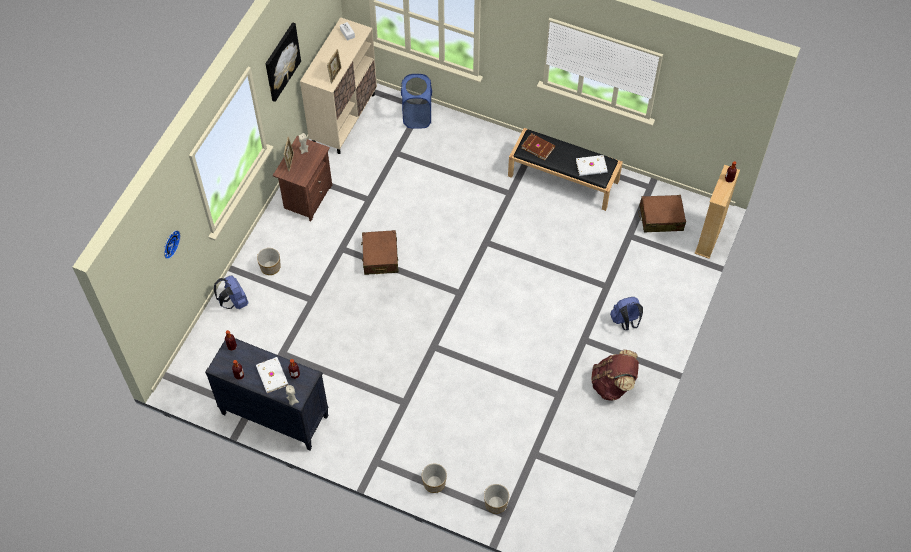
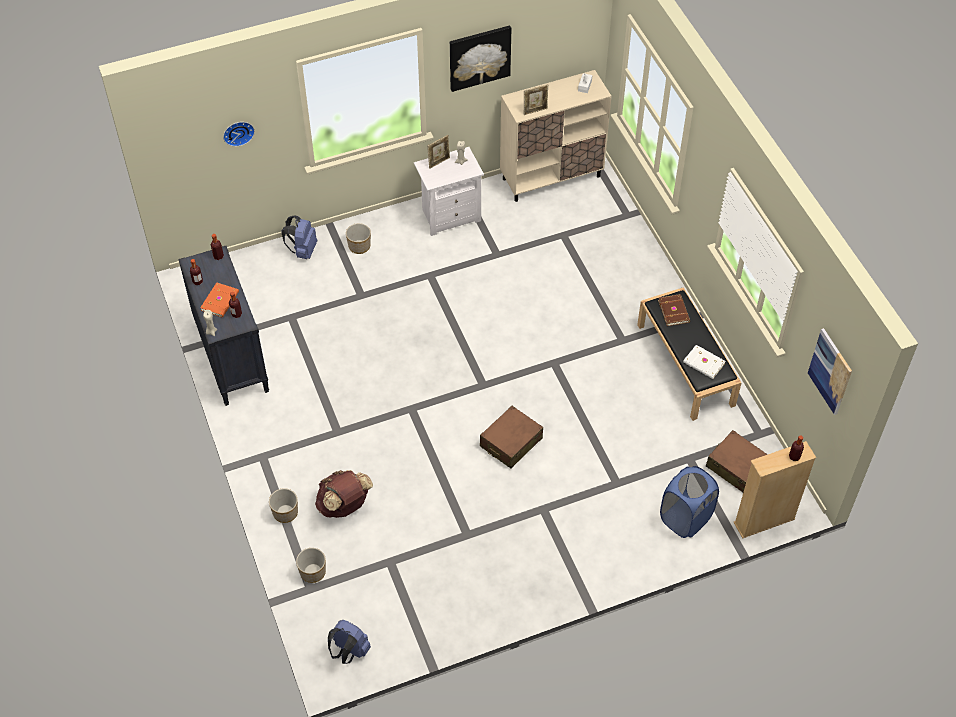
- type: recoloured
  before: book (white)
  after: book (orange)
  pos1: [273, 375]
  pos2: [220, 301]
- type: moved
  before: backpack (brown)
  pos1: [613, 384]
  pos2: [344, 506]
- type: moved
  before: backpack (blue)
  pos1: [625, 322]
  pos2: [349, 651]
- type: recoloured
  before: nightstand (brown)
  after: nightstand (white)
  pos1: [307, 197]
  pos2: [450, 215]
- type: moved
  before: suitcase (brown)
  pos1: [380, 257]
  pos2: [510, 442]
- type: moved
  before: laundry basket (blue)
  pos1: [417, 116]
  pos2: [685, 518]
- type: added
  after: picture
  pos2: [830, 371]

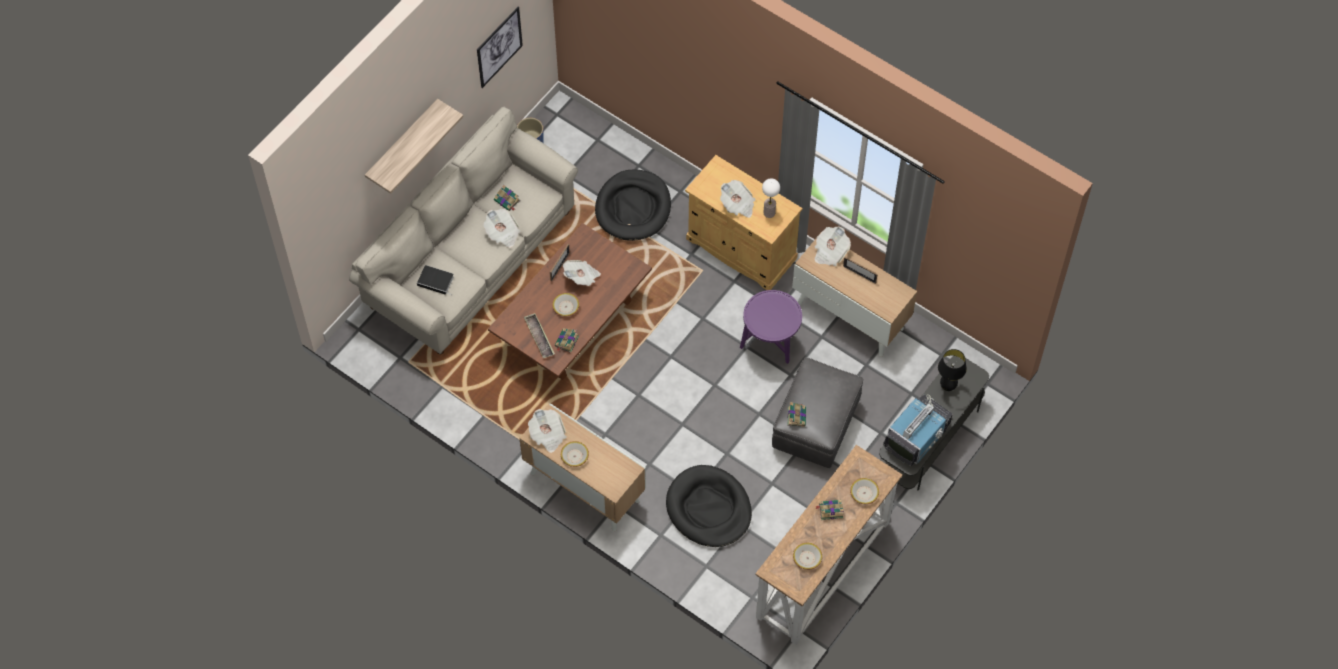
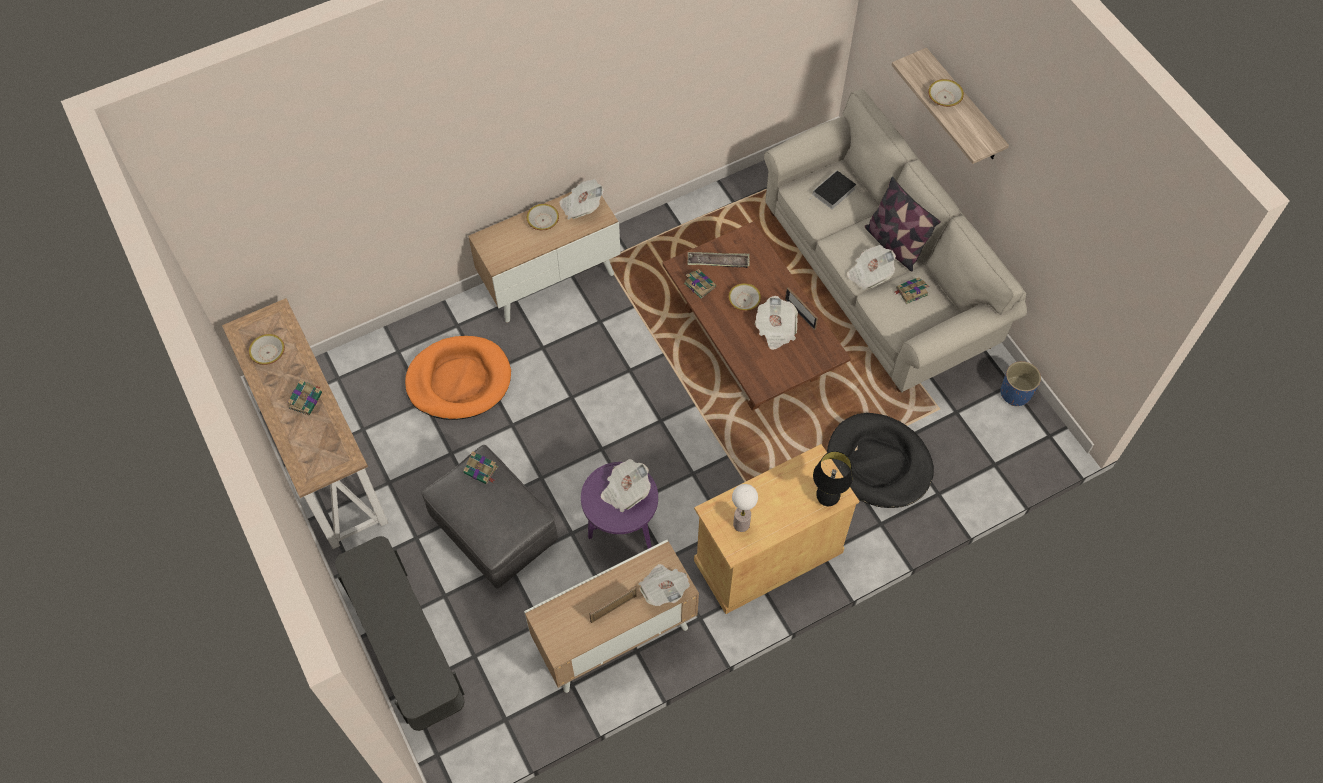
- type: recoloured
  before: dog bed (black)
  after: dog bed (orange)
  pos1: [708, 508]
  pos2: [459, 380]
- type: moved
  before: newspaper
  pos1: [737, 205]
  pos2: [625, 491]
- type: moved
  before: table lamp (black)
  pos1: [948, 387]
  pos2: [827, 500]
- type: added
  after: pillow
  pos2: [894, 244]
- type: moved
  before: bowl
  pos1: [864, 493]
  pos2: [944, 97]
- type: removed
  before: picture
  pos1: [499, 47]
- type: removed
  before: television
  pos1: [917, 436]

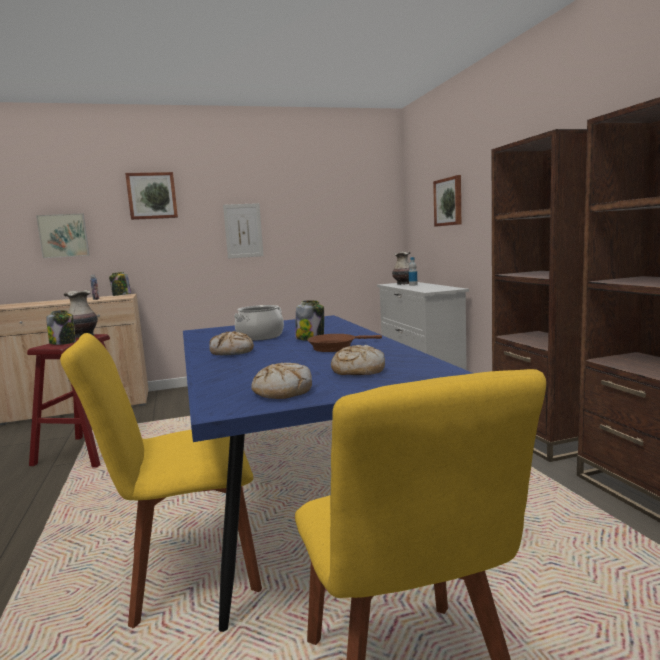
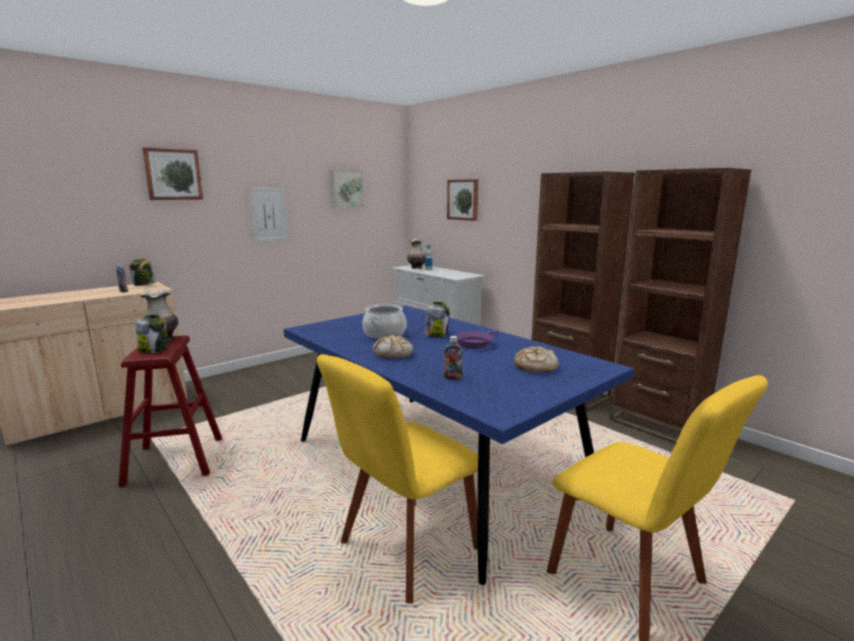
- type: moved
  before: picture
  pos1: [63, 235]
  pos2: [346, 189]
- type: added
  after: bottle
  pos2: [452, 377]
- type: recoloured
  before: frying pan (brown)
  after: frying pan (purple)
  pos1: [335, 347]
  pos2: [475, 343]
- type: removed
  before: bread
  pos1: [283, 391]

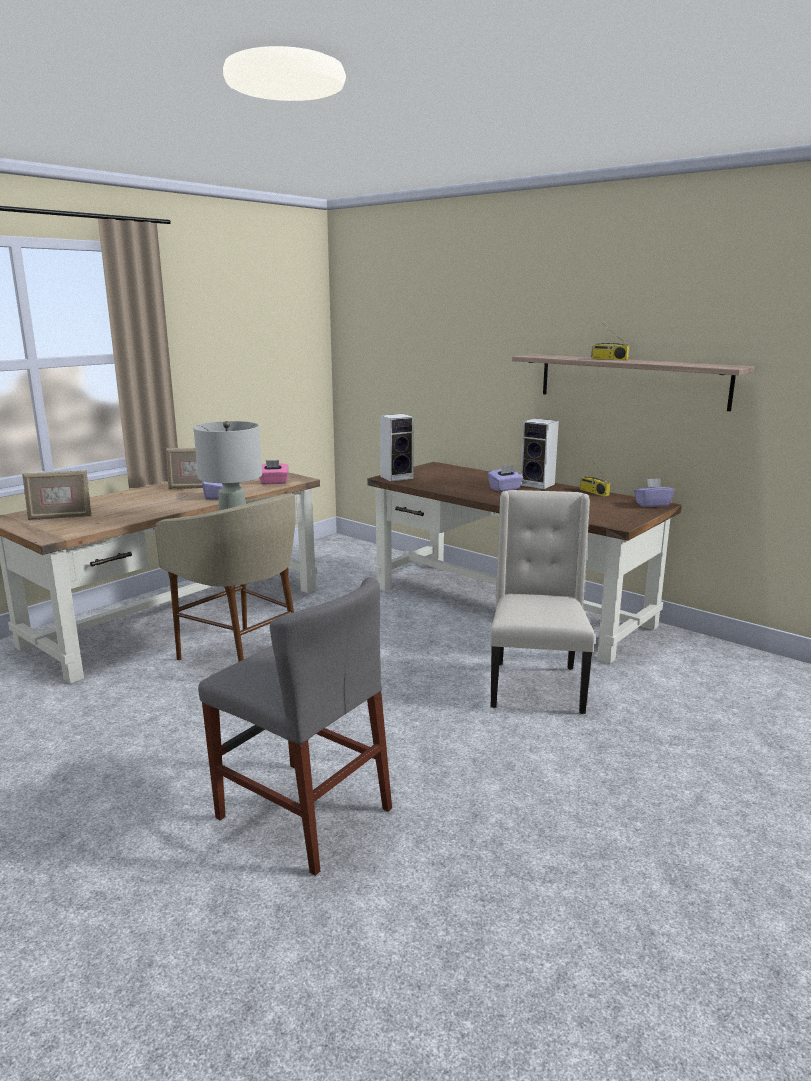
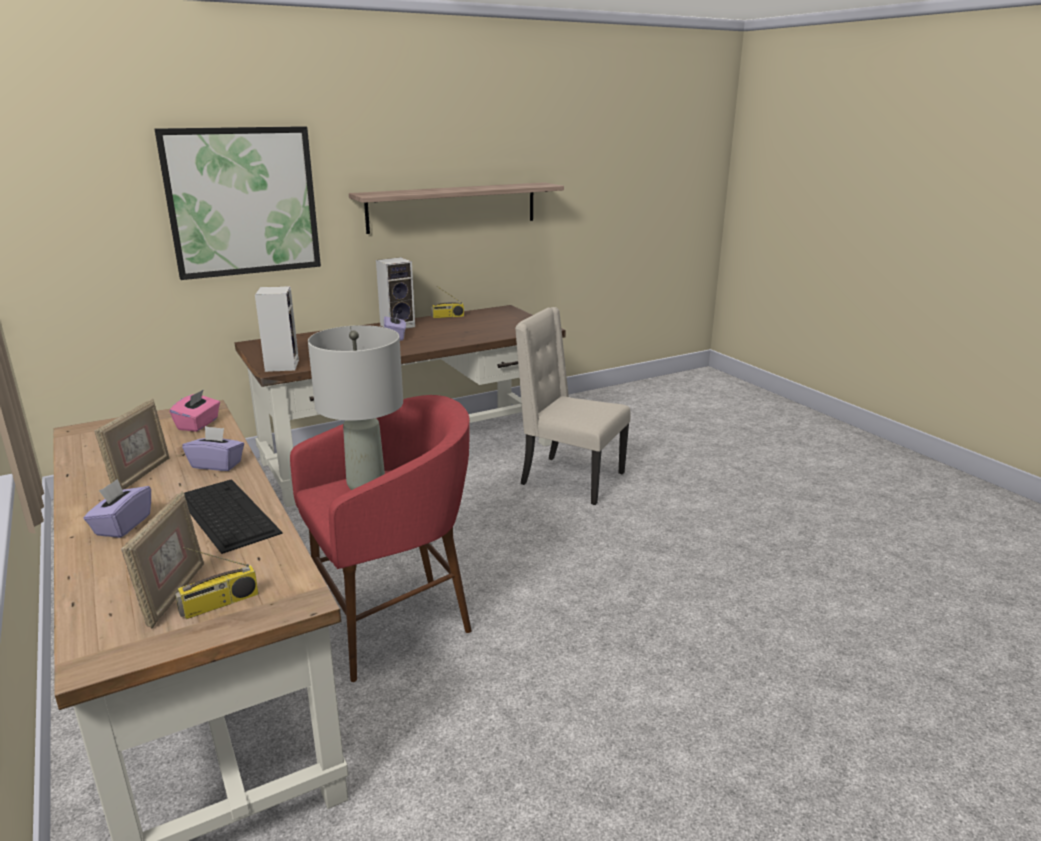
- type: moved
  before: tissue box (purple)
  pos1: [652, 504]
  pos2: [122, 525]
- type: added
  after: picture
  pos2: [242, 202]
- type: moved
  before: radio
  pos1: [608, 359]
  pos2: [219, 604]
- type: added
  after: keyboard
  pos2: [226, 513]
- type: recoloured
  before: stool (beige)
  after: stool (red)
  pos1: [242, 658]
  pos2: [395, 626]
- type: removed
  before: chair (grey)
  pos1: [303, 813]

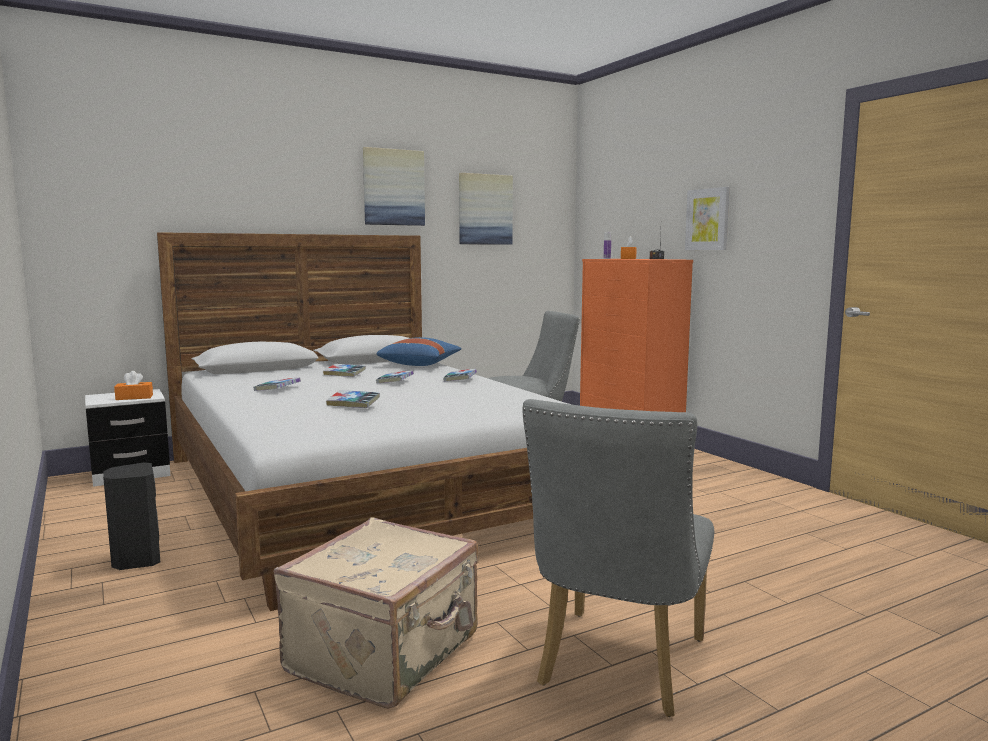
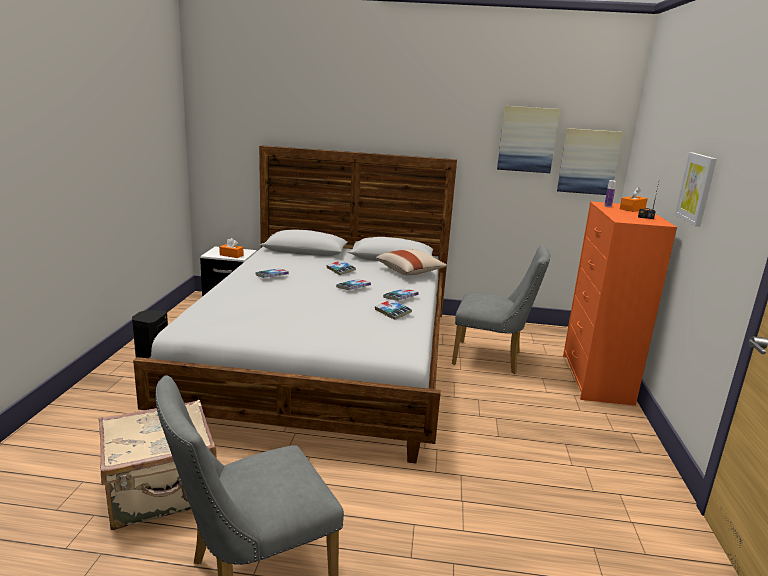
- type: moved
  before: book
  pos1: [353, 404]
  pos2: [392, 312]
- type: recoloured
  before: pillow (blue)
  after: pillow (beige)
  pos1: [420, 364]
  pos2: [410, 272]
- type: moved
  before: picture
  pos1: [393, 187]
  pos2: [588, 161]

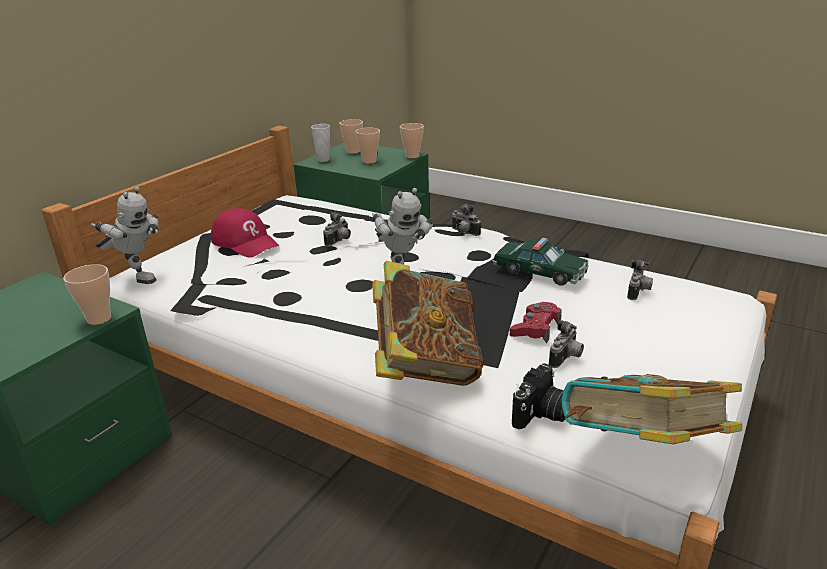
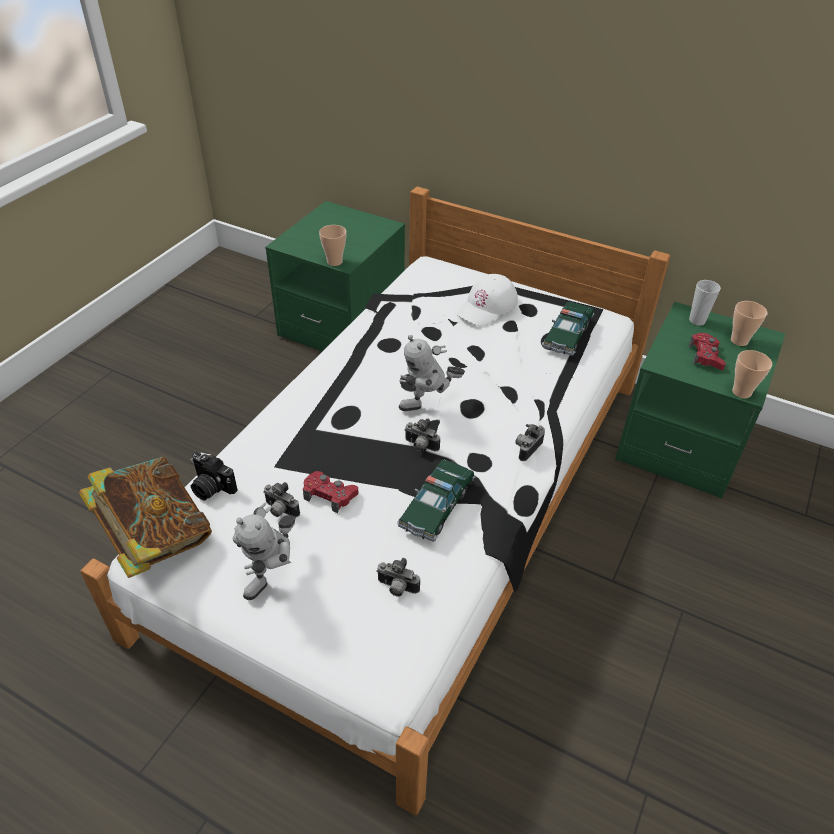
- type: moved
  before: toy robot
  pos1: [138, 276]
  pos2: [273, 576]
- type: moved
  before: photo camera
  pos1: [339, 241]
  pos2: [420, 446]
- type: recoloured
  before: cap (red)
  after: cap (white)
  pos1: [245, 242]
  pos2: [487, 307]
- type: added
  after: toy car
  pos2: [567, 335]
- type: replaced
  before: cup
  after: game controller (red)
  pos1: [369, 161]
  pos2: [705, 356]
- type: removed
  before: book
  pos1: [425, 365]

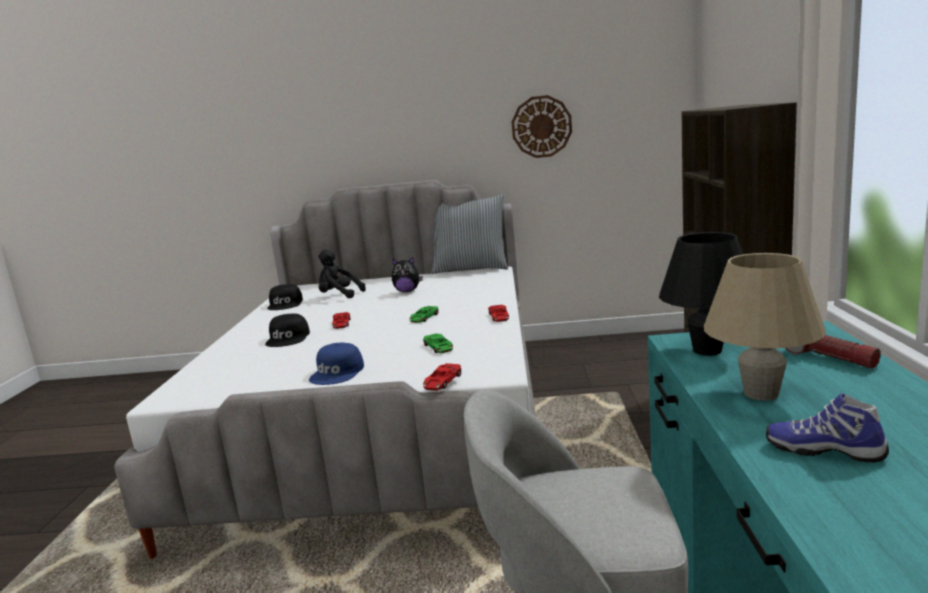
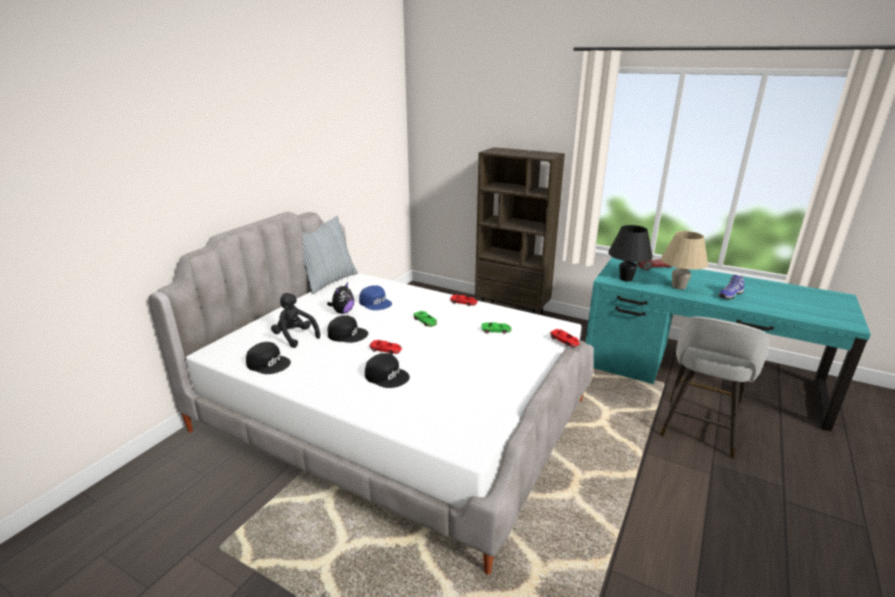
- type: turned
  before: plush toy (black)
  pos1: [339, 296]
  pos2: [295, 337]
  turn: 90
- type: added
  after: cap (black)
  pos2: [347, 334]
- type: moved
  before: cap (blue)
  pos1: [338, 373]
  pos2: [375, 302]
- type: removed
  before: wall clock
  pos1: [541, 126]

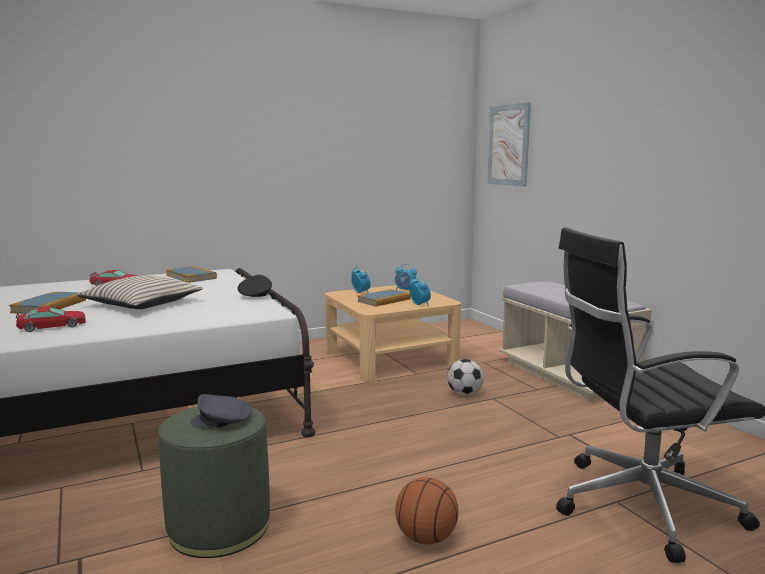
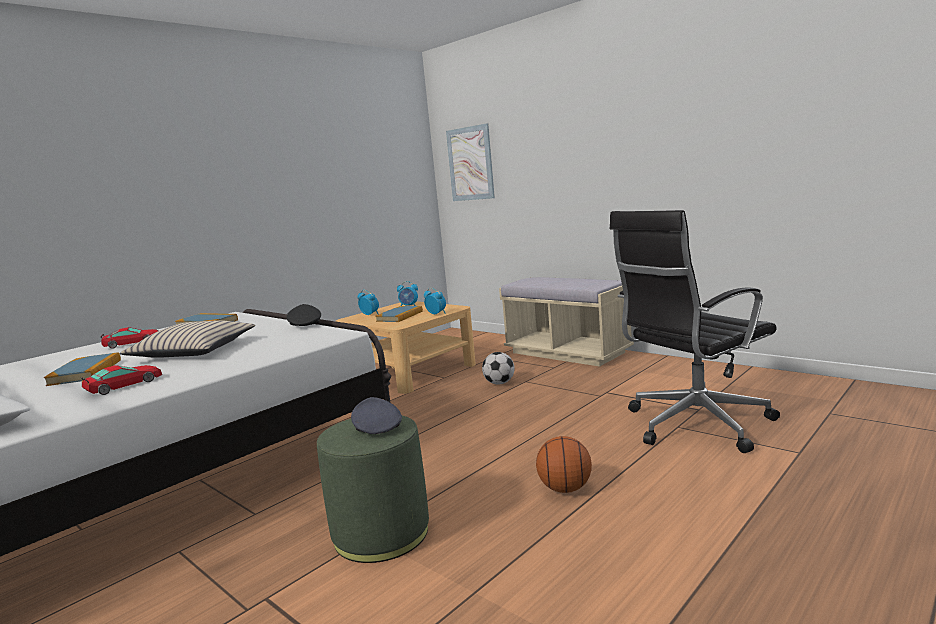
- type: turned
  before: cap (grey)
  pos1: [222, 421]
  pos2: [377, 428]
  turn: 90

